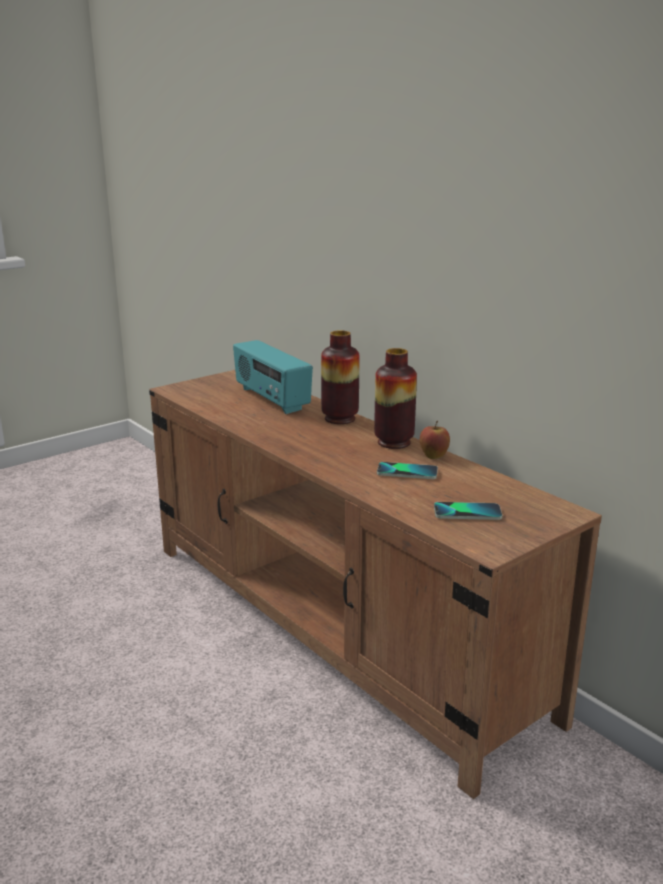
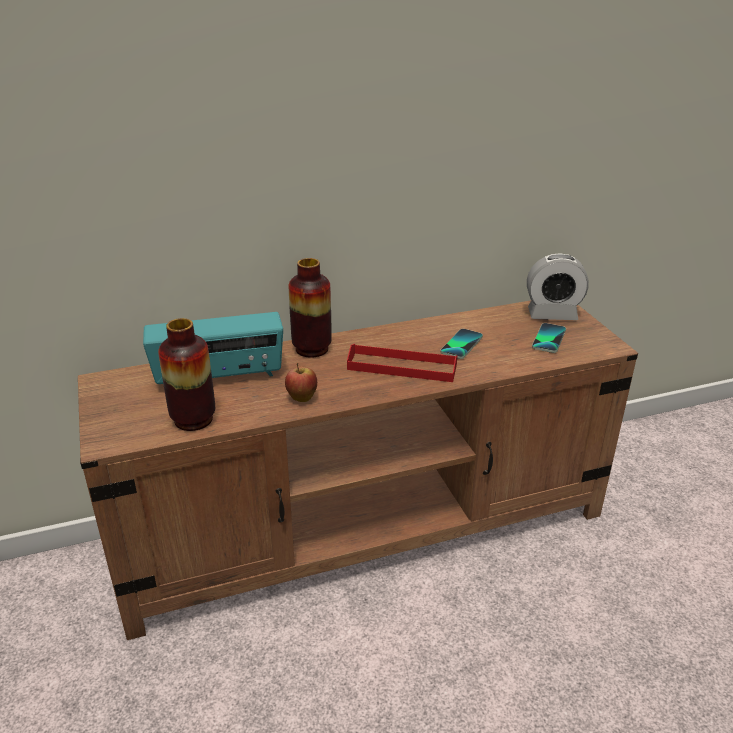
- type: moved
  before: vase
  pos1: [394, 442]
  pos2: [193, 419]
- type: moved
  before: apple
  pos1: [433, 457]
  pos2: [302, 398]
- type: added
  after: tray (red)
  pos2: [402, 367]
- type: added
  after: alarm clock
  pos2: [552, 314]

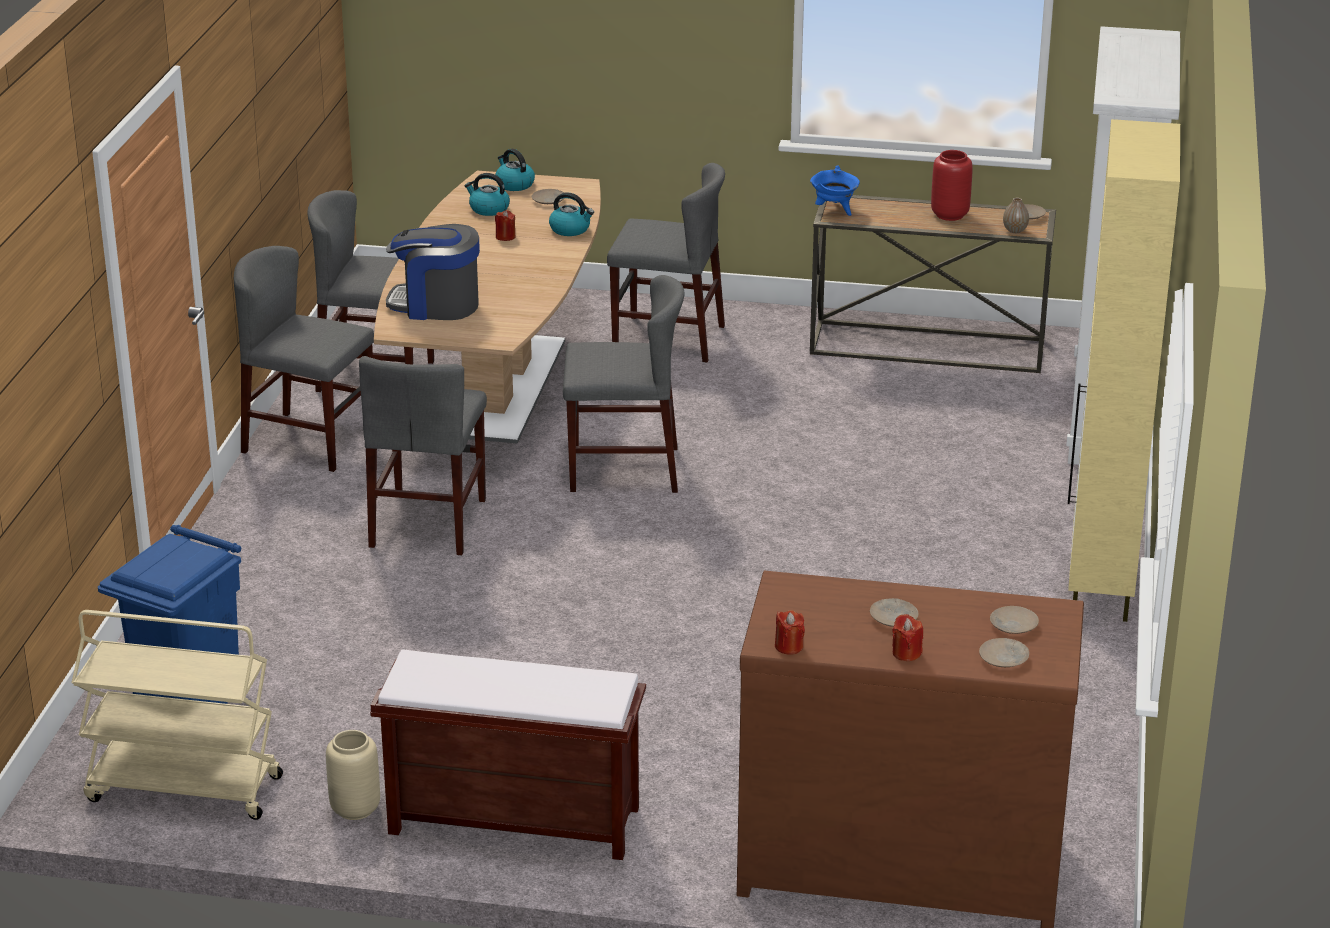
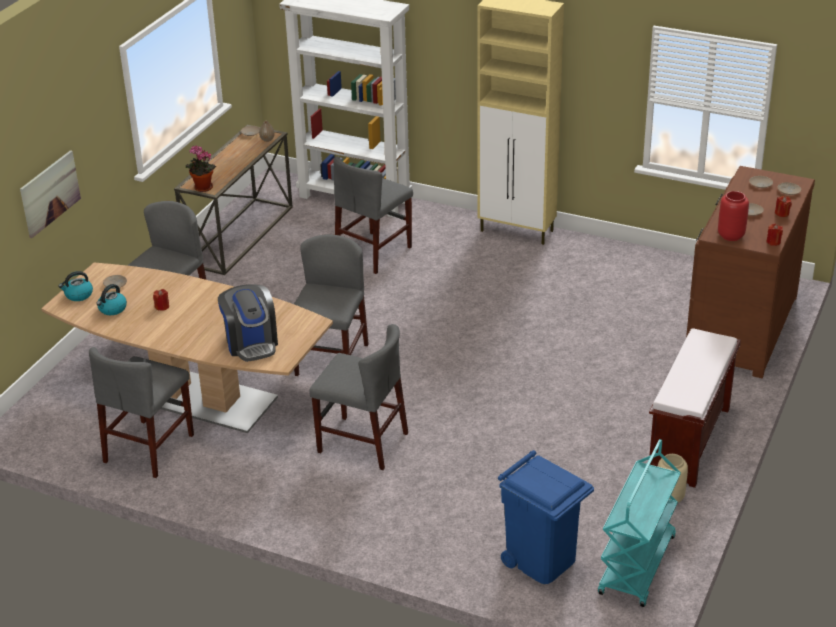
- type: added
  after: picture
  pos2: [50, 193]
- type: replaced
  before: cooking pot (blue)
  after: potted plant
  pos1: [834, 210]
  pos2: [202, 188]
- type: turned
  before: coffee machine
  pos1: [436, 305]
  pos2: [251, 343]
  turn: -45
- type: moved
  before: chair (grey)
  pos1: [309, 442]
  pos2: [373, 252]
- type: recoloured
  before: cart (beige)
  after: cart (turquoise)
  pos1: [182, 789]
  pos2: [637, 566]
- type: moved
  before: vase (red)
  pos1: [950, 215]
  pos2: [730, 235]
- type: removed
  before: kettle
  pos1: [570, 229]

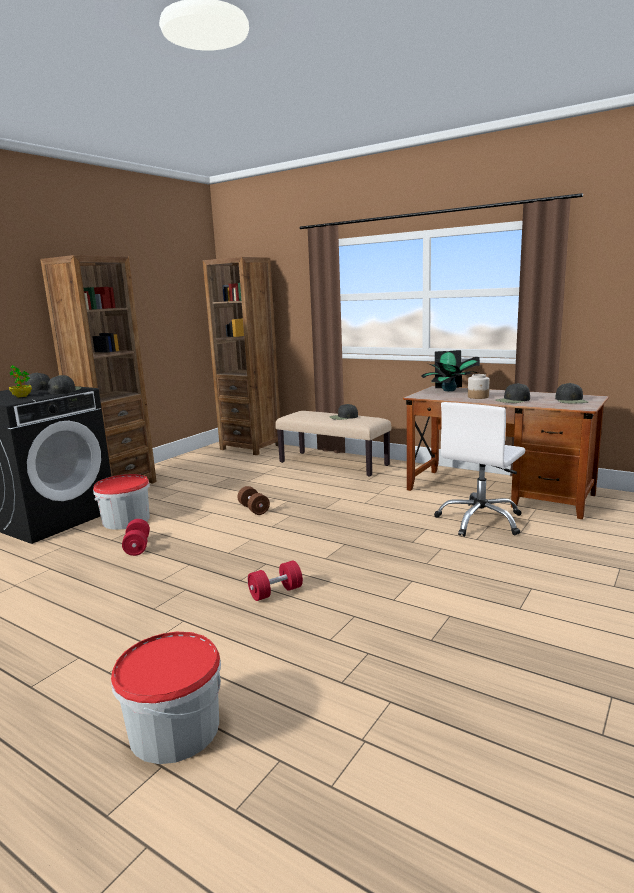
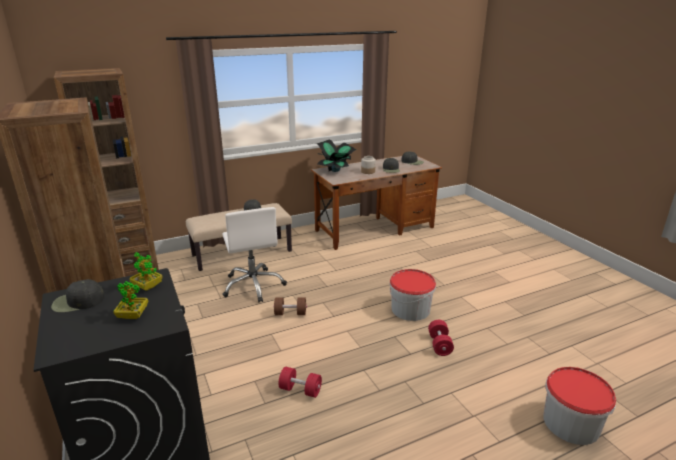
- type: replaced
  before: cap (black)
  after: potted plant
  pos1: [64, 390]
  pos2: [147, 286]
- type: moved
  before: office chair (white)
  pos1: [480, 521]
  pos2: [254, 285]
- type: moved
  before: bucket
  pos1: [126, 520]
  pos2: [410, 309]

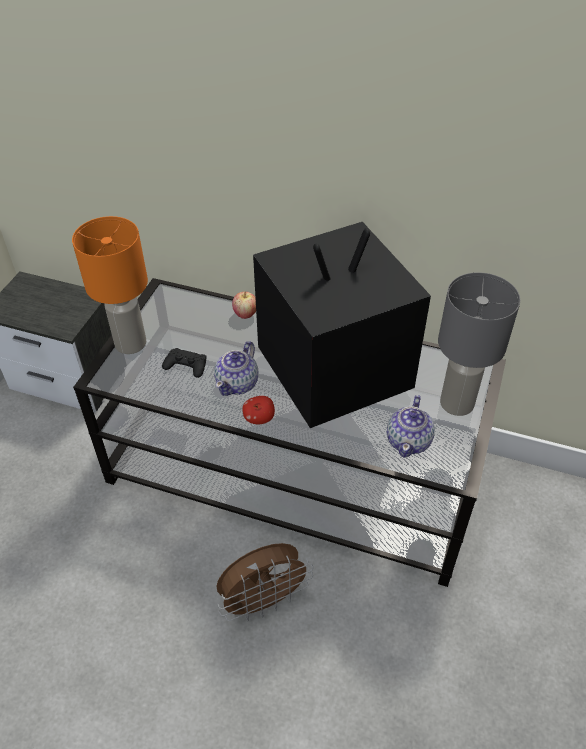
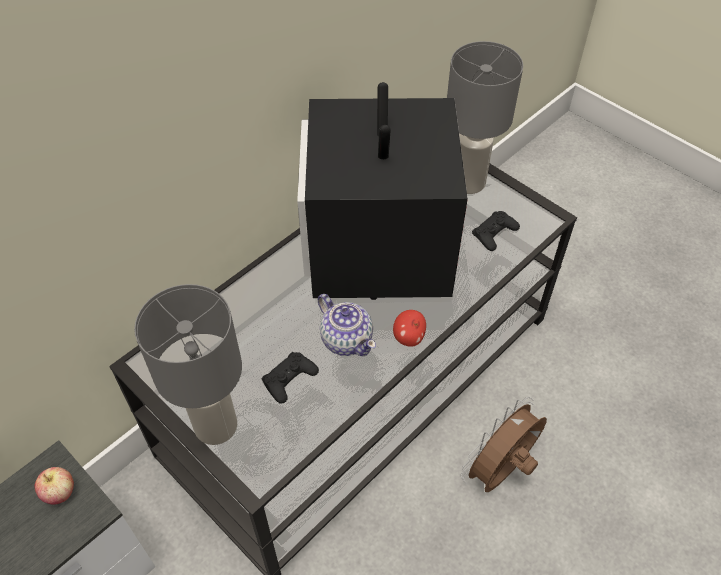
- type: moved
  before: apple
  pos1: [245, 314]
  pos2: [60, 493]
- type: recoloured
  before: table lamp (orange)
  after: table lamp (grey)
  pos1: [131, 344]
  pos2: [217, 426]
- type: turned
  before: fan (brown)
  pos1: [263, 601]
  pos2: [500, 471]
  turn: -135
- type: replaced
  before: teapot
  after: game controller (black)
  pos1: [409, 441]
  pos2: [494, 233]

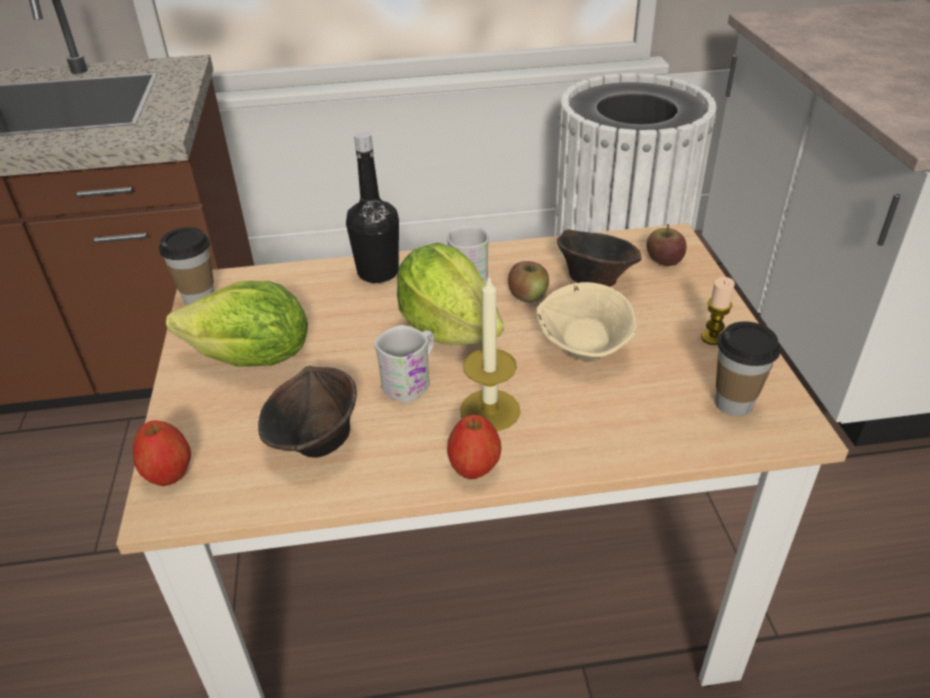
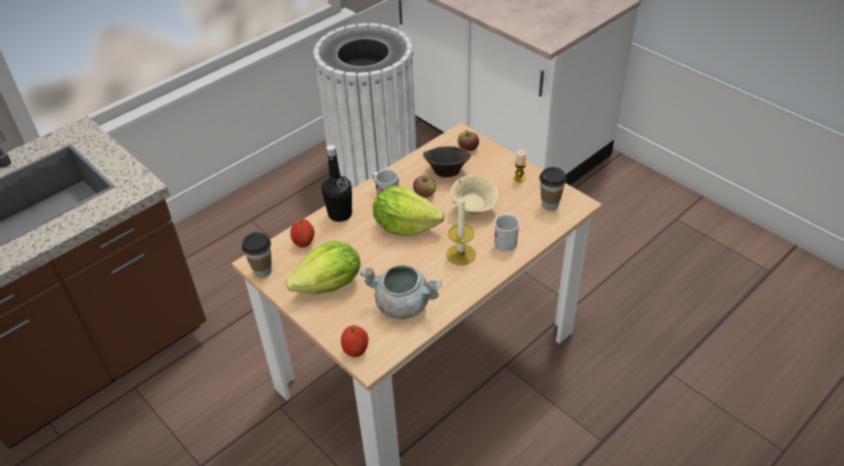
- type: moved
  before: apple
  pos1: [474, 469]
  pos2: [304, 243]
- type: replaced
  before: bowl (brown)
  after: cooking pot (grey)
  pos1: [315, 442]
  pos2: [403, 305]
- type: moved
  before: mug (white)
  pos1: [411, 381]
  pos2: [505, 240]

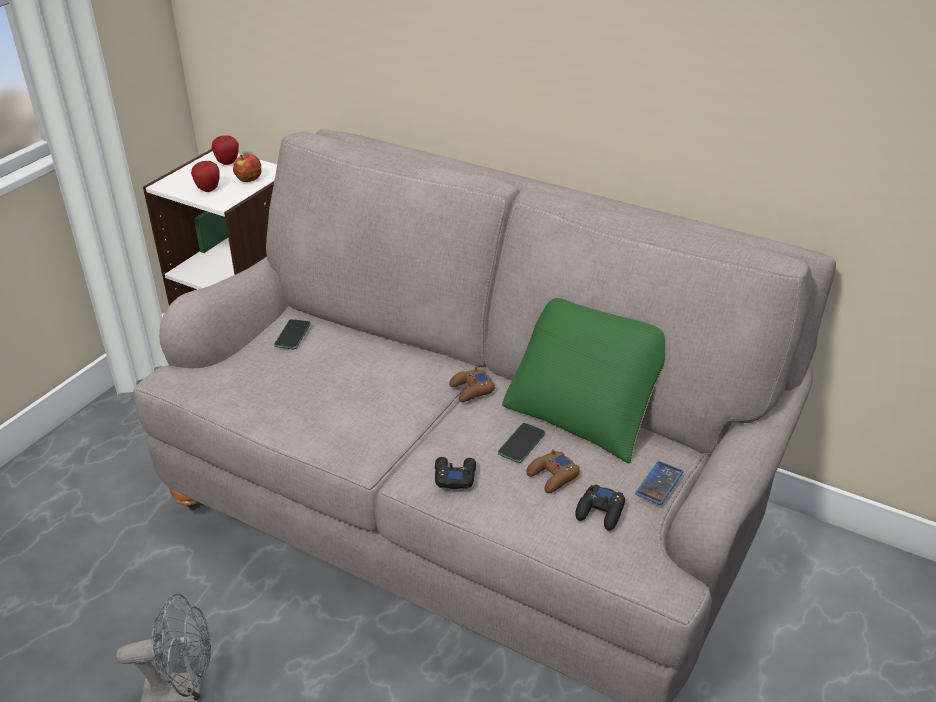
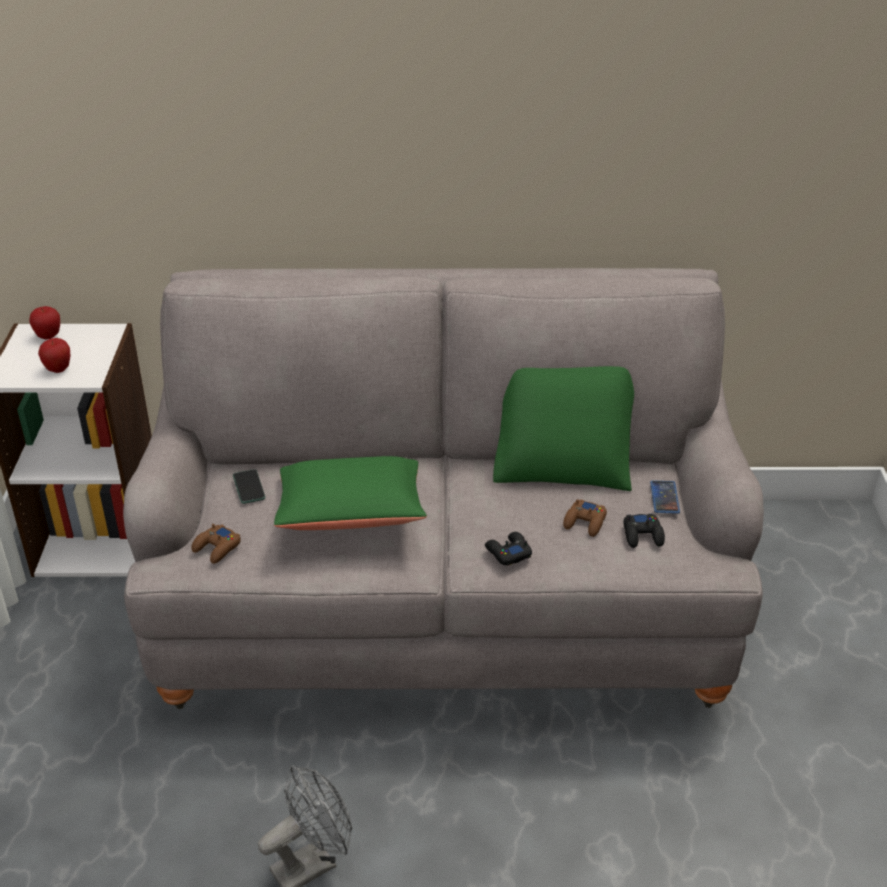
- type: moved
  before: game controller (brown)
  pos1: [471, 390]
  pos2: [217, 548]
- type: added
  after: pillow (green)
  pos2: [351, 514]
- type: removed
  before: apple
  pos1: [249, 179]
- type: removed
  before: phone
  pos1: [521, 443]

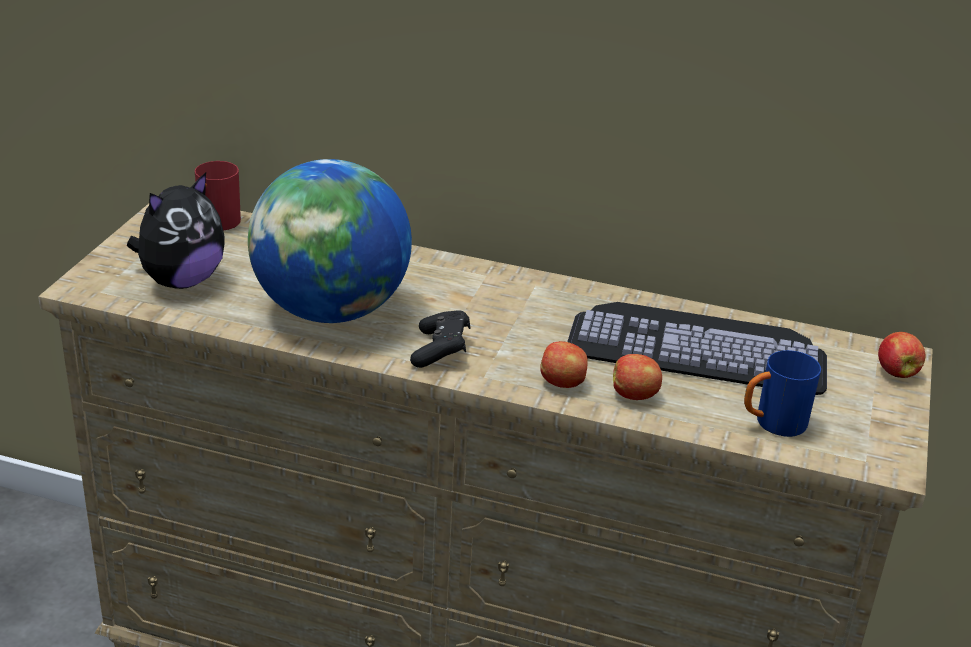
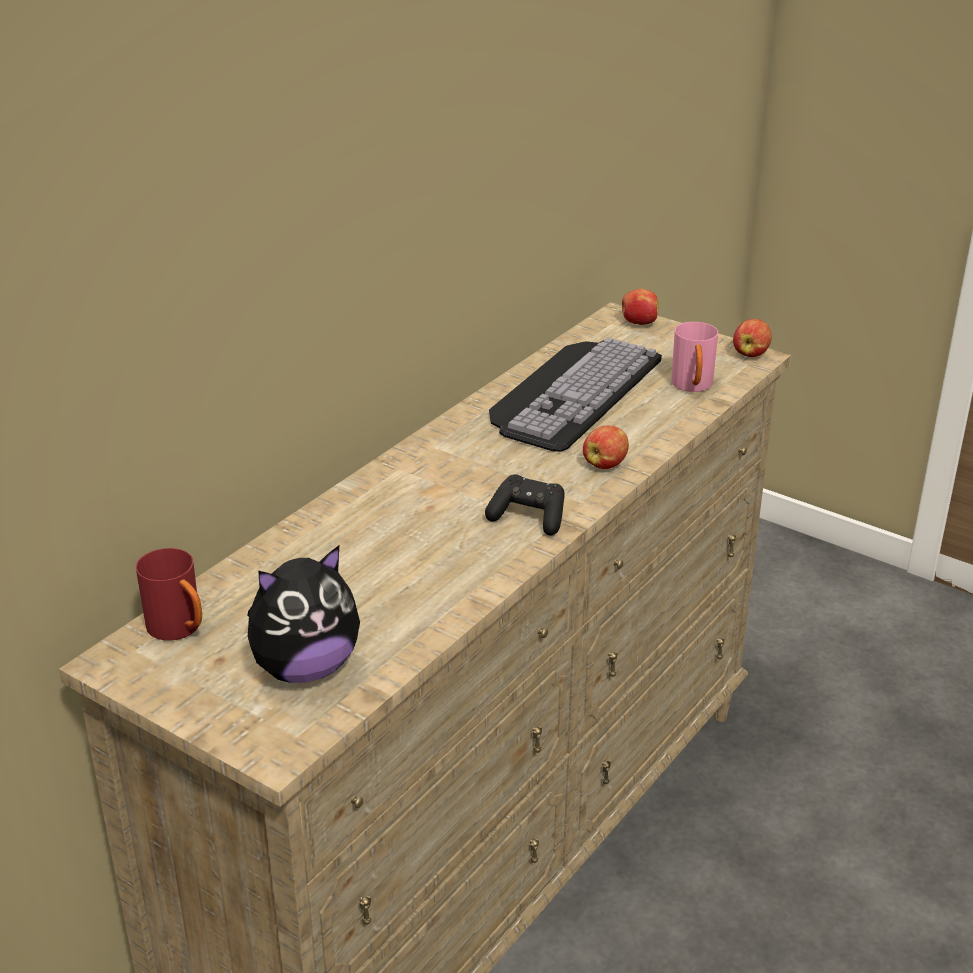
- type: turned
  before: plush toy
  pos1: [181, 281]
  pos2: [305, 668]
  turn: 90
- type: recoloured
  before: mug (blue)
  after: mug (pink)
  pos1: [772, 424]
  pos2: [693, 387]
- type: moved
  before: apple
  pos1: [635, 395]
  pos2: [750, 354]
- type: removed
  before: globe
  pos1: [331, 311]

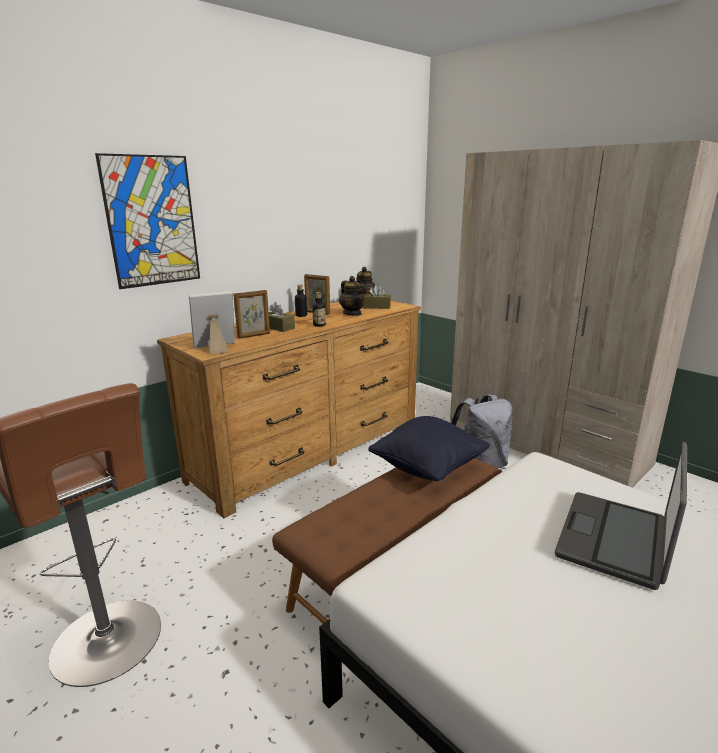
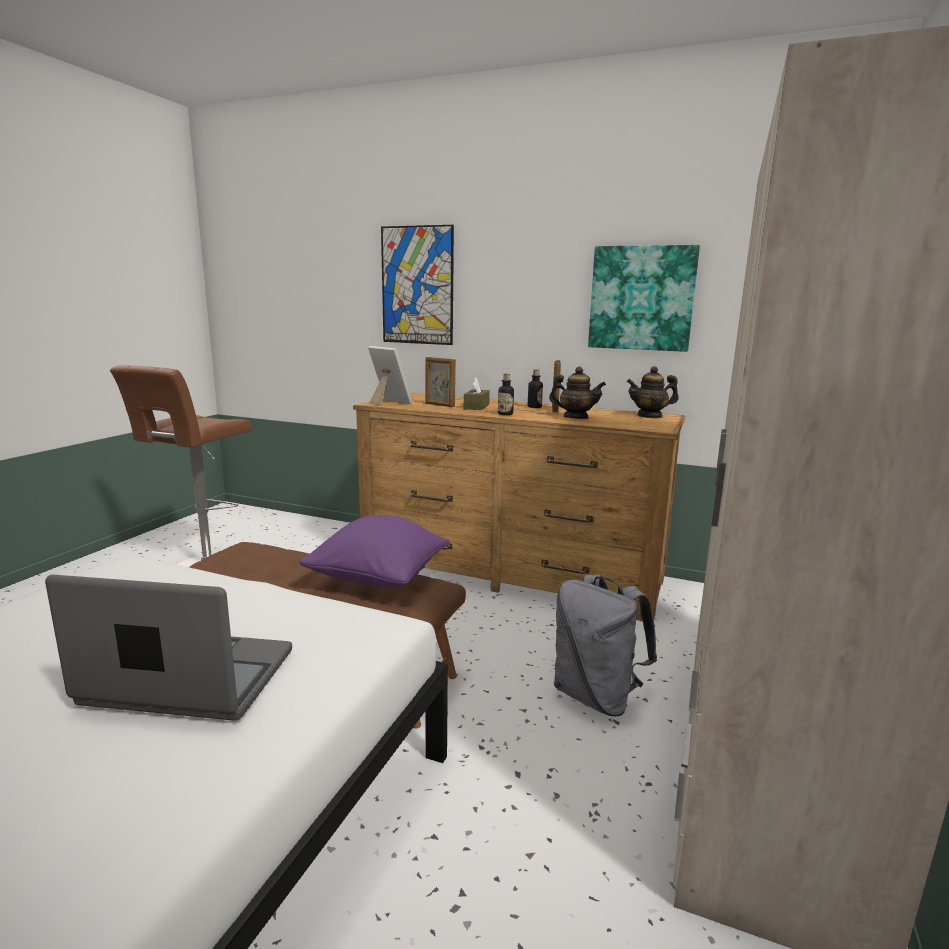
- type: recoloured
  before: pillow (black)
  after: pillow (purple)
  pos1: [428, 469]
  pos2: [378, 580]
- type: turned
  before: teapot
  pos1: [352, 313]
  pos2: [575, 417]
  turn: -105
- type: added
  after: picture
  pos2: [641, 298]
- type: removed
  before: tissue box (brown)
  pos1: [376, 307]

